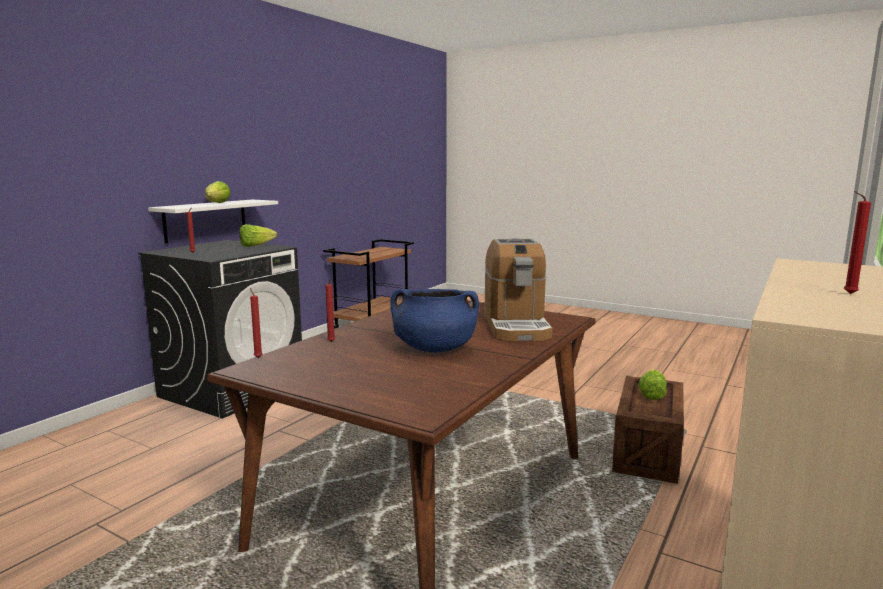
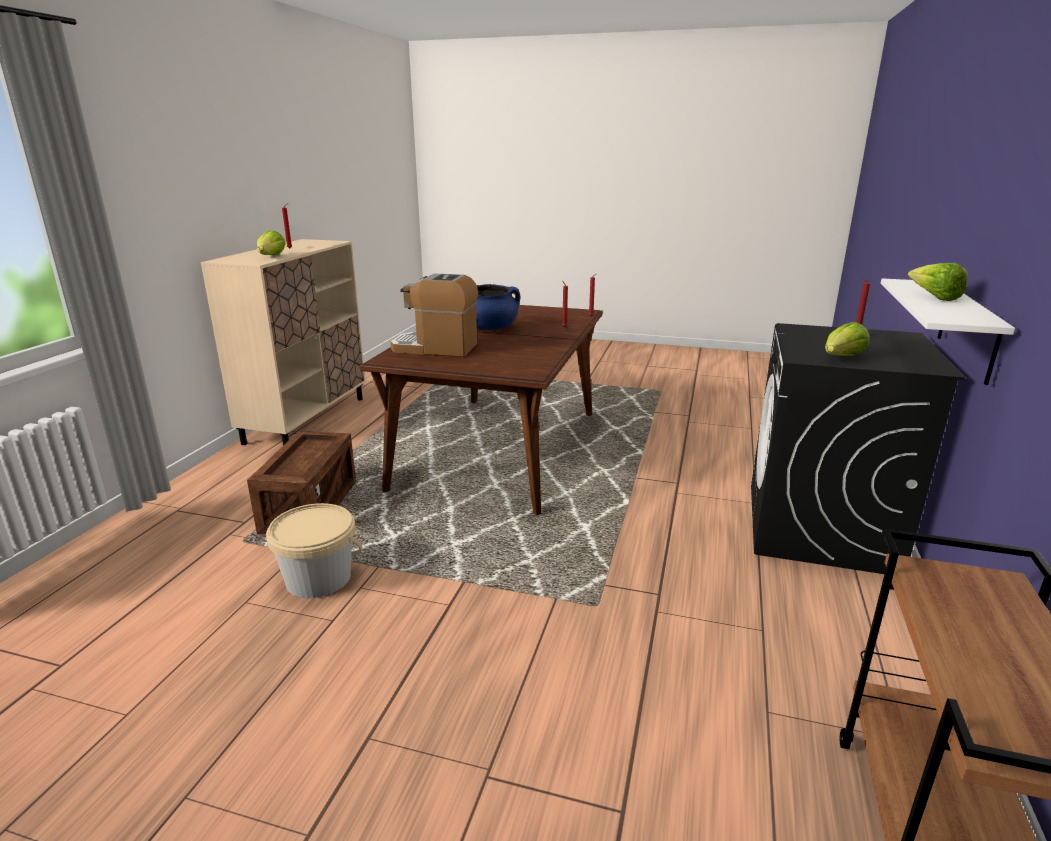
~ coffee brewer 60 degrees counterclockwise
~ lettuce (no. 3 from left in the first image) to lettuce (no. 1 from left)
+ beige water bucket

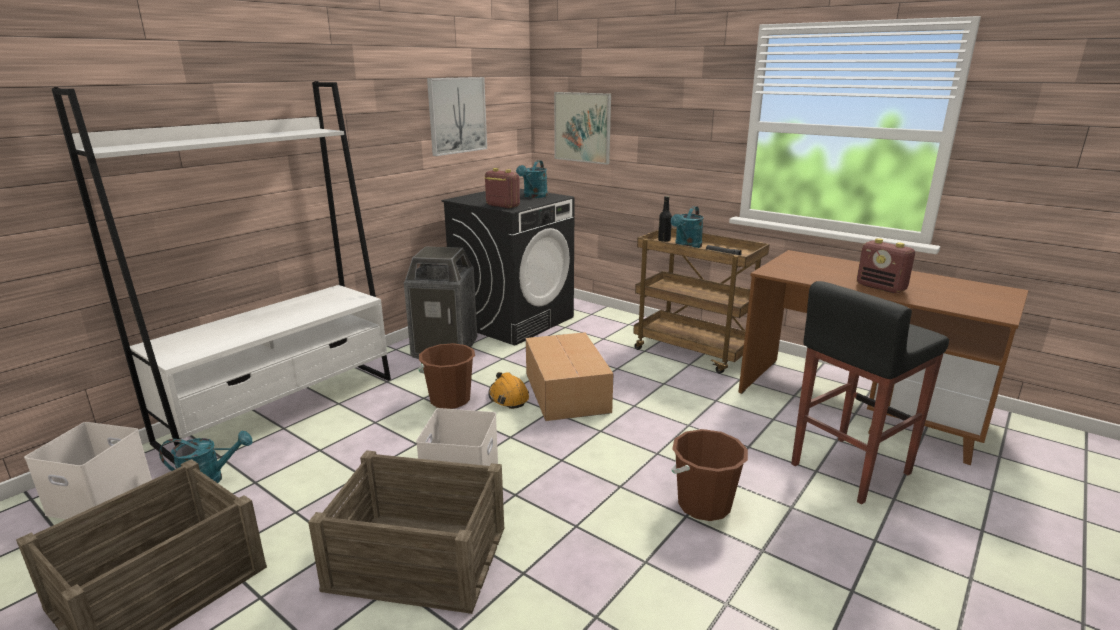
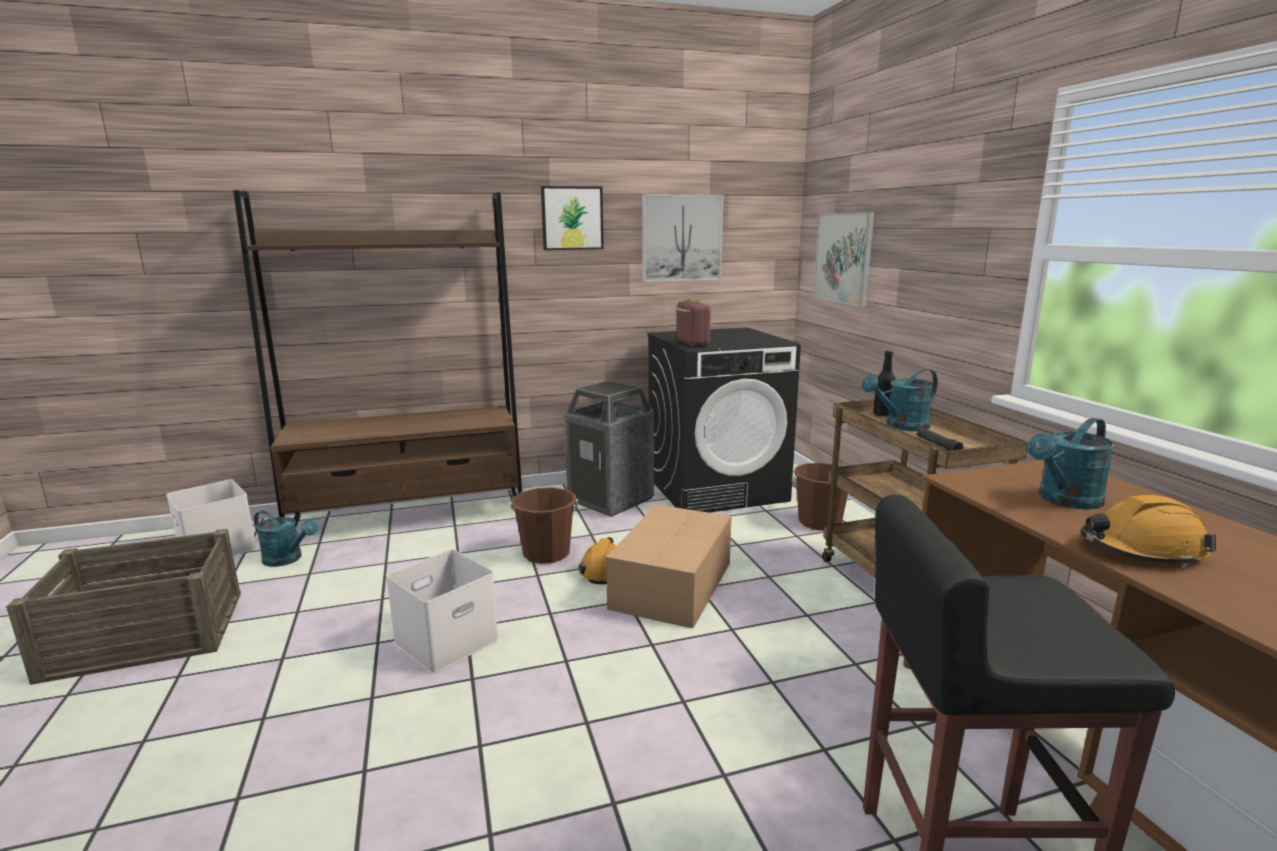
~ white-coloured bookcase to brownish bookcase
~ turquoise watering can (no. 2 from left in the first image) to turquoise watering can (no. 3 from left)
~ radio (no. 2 from left) to orangey work helmet (no. 2 from left)
~ brownish water bucket (no. 2 from left)
- packing crate (no. 2 from left)
+ picture (no. 1 from left)

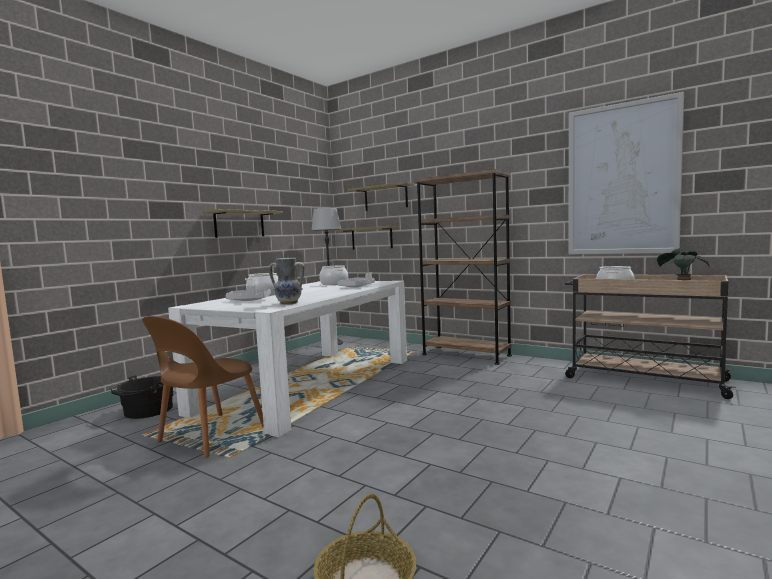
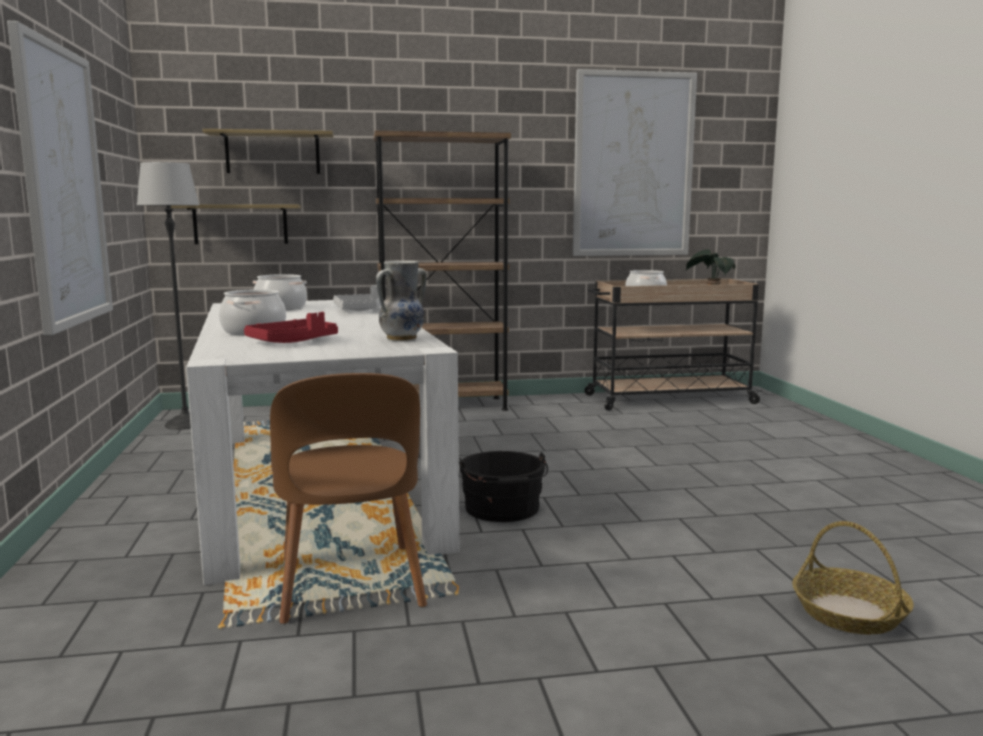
~ bracket shelf (no. 1 from left) to picture (no. 1 from left)
~ gray carrying tray (no. 1 from left) to red carrying tray
~ blackish water bucket

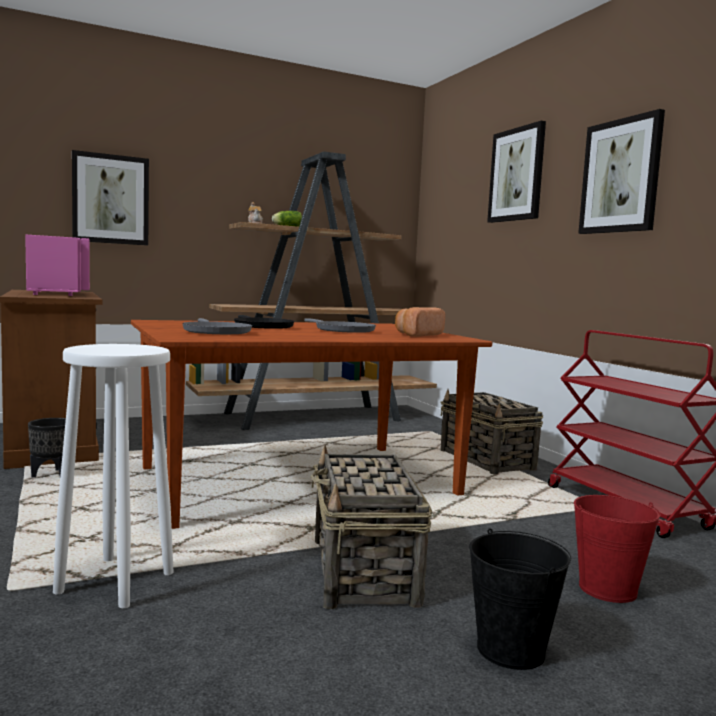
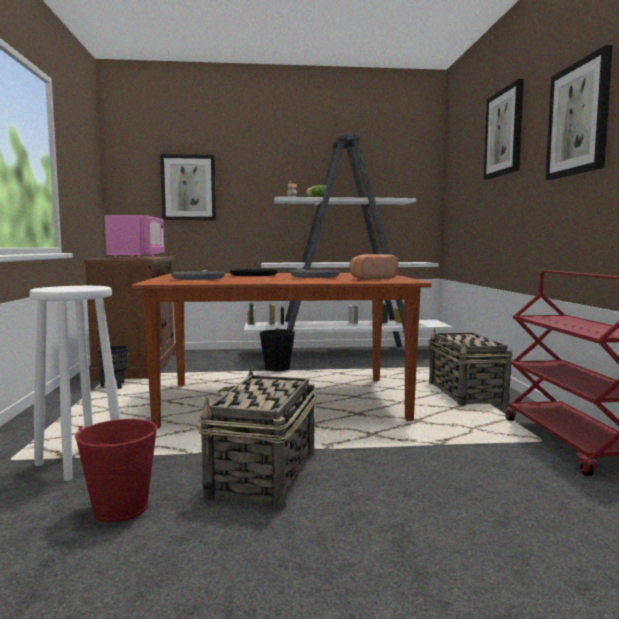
~ brownish bookcase to white-coloured bookcase
~ red water bucket
~ blackish water bucket

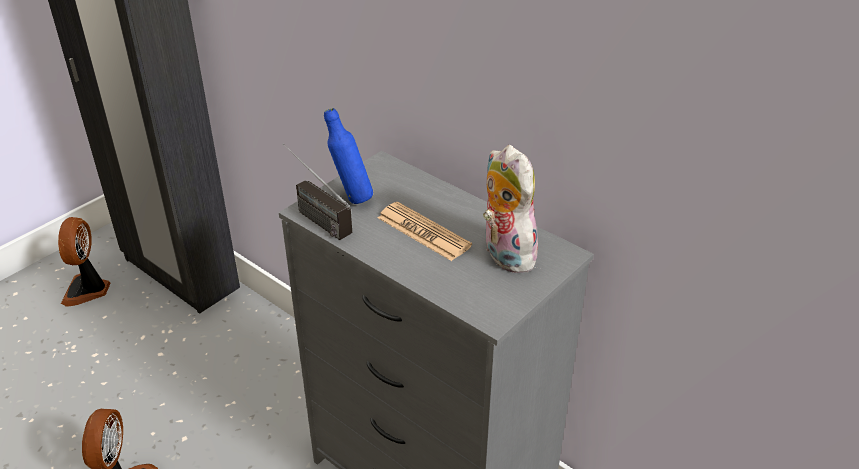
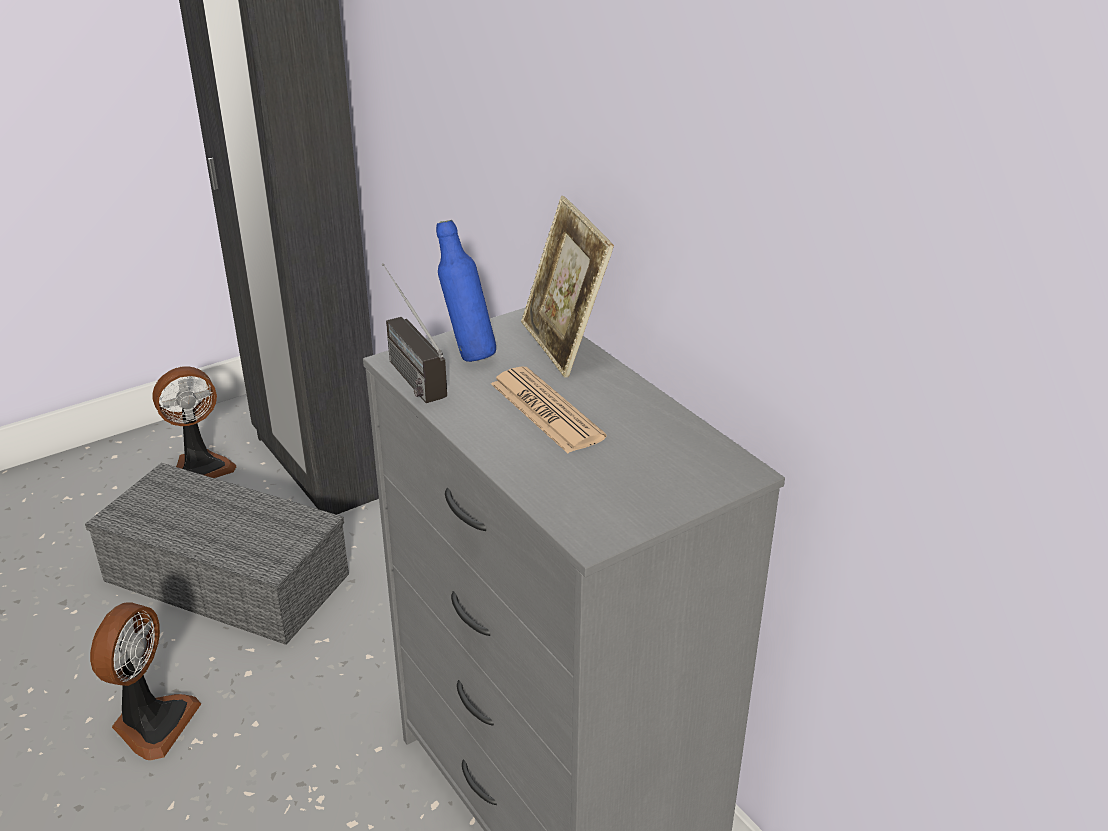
- plush toy
~ cooling fan (no. 1 from left in the first image) 135 degrees counterclockwise
+ standing frame
+ gray storage box

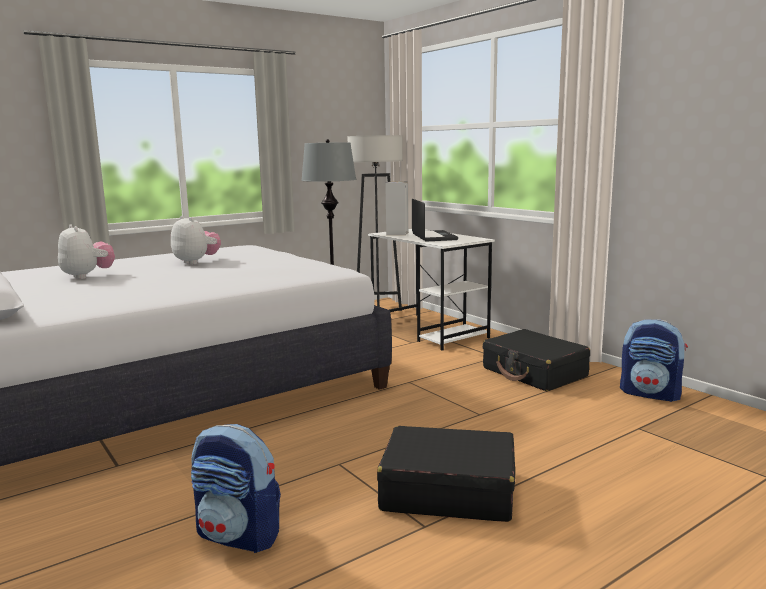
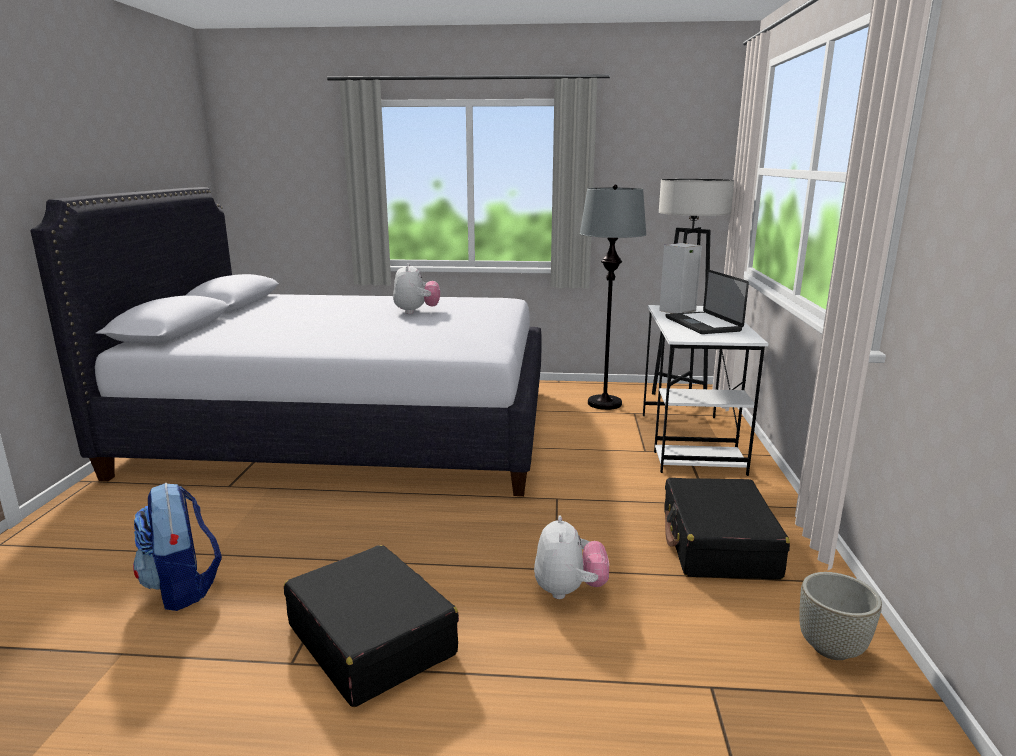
~ portable computer 135 degrees clockwise
~ plush toy (no. 1 from left in the first image) to plush toy (no. 2 from left)
~ knapsack (no. 2 from left) to gray planter

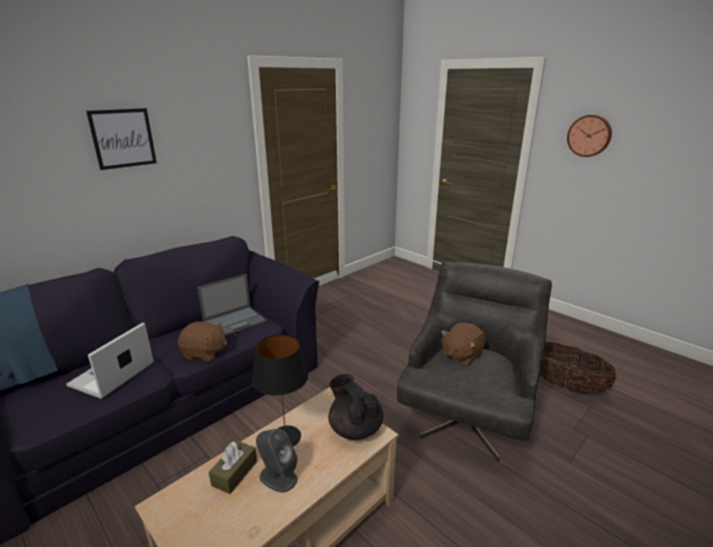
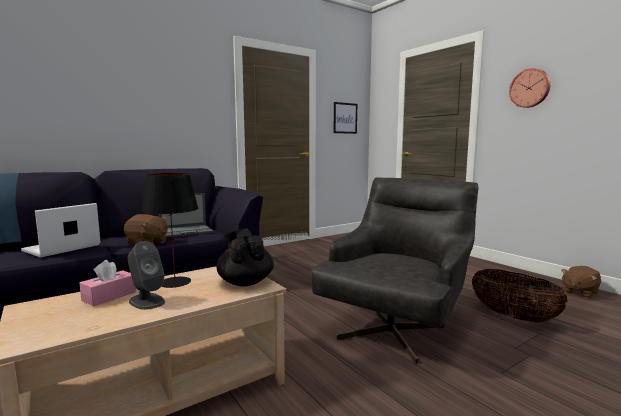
~ picture
~ brownish plush toy (no. 2 from left)
~ brownish tissue holder to pink tissue holder

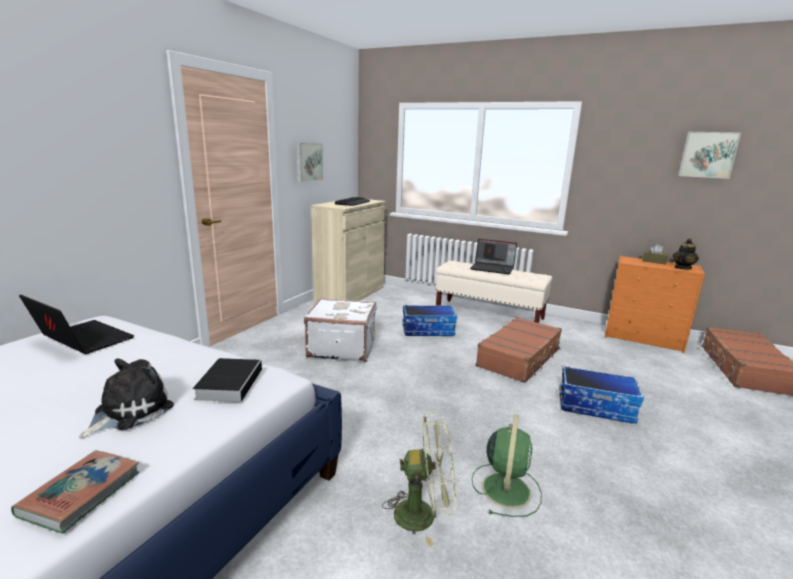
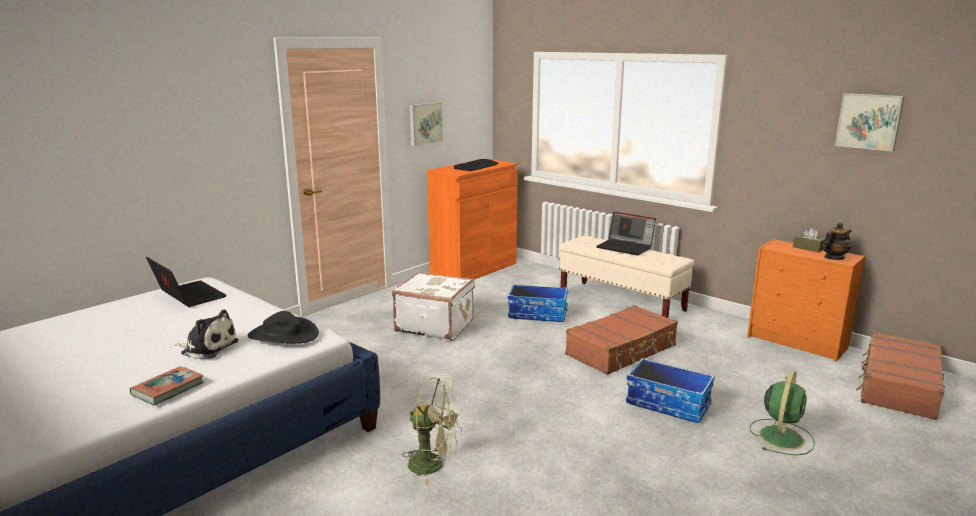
~ beige cabinet to orangey cabinet
~ bound book (no. 2 from left) to blackish wearable hat
~ plush toy 60 degrees clockwise
~ green-coloured cooling fan (no. 2 from left)

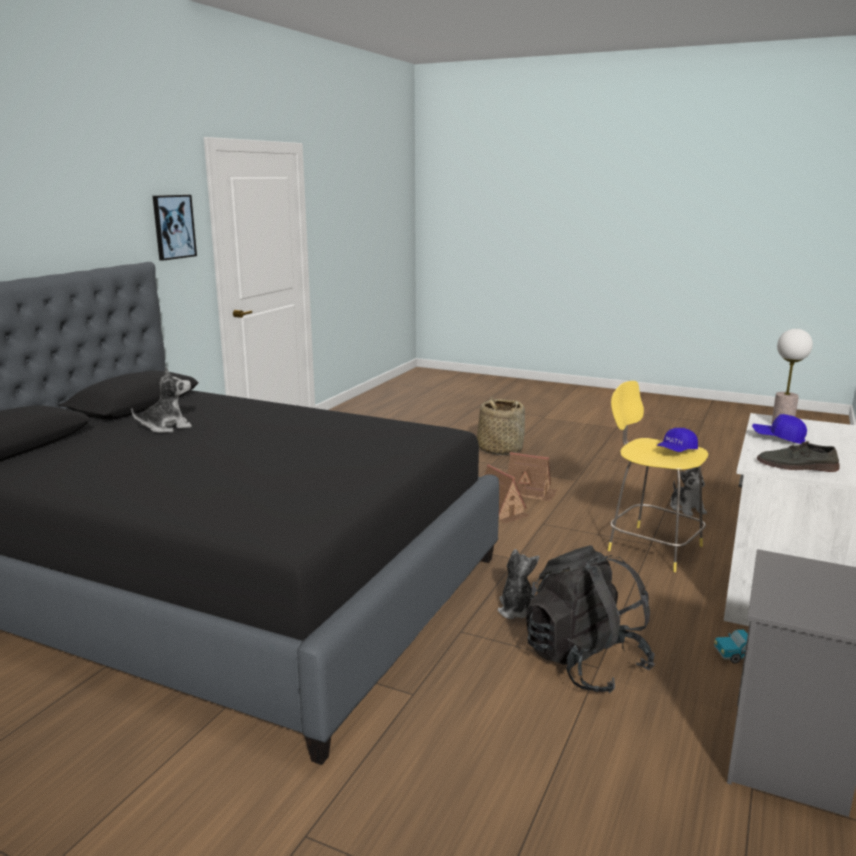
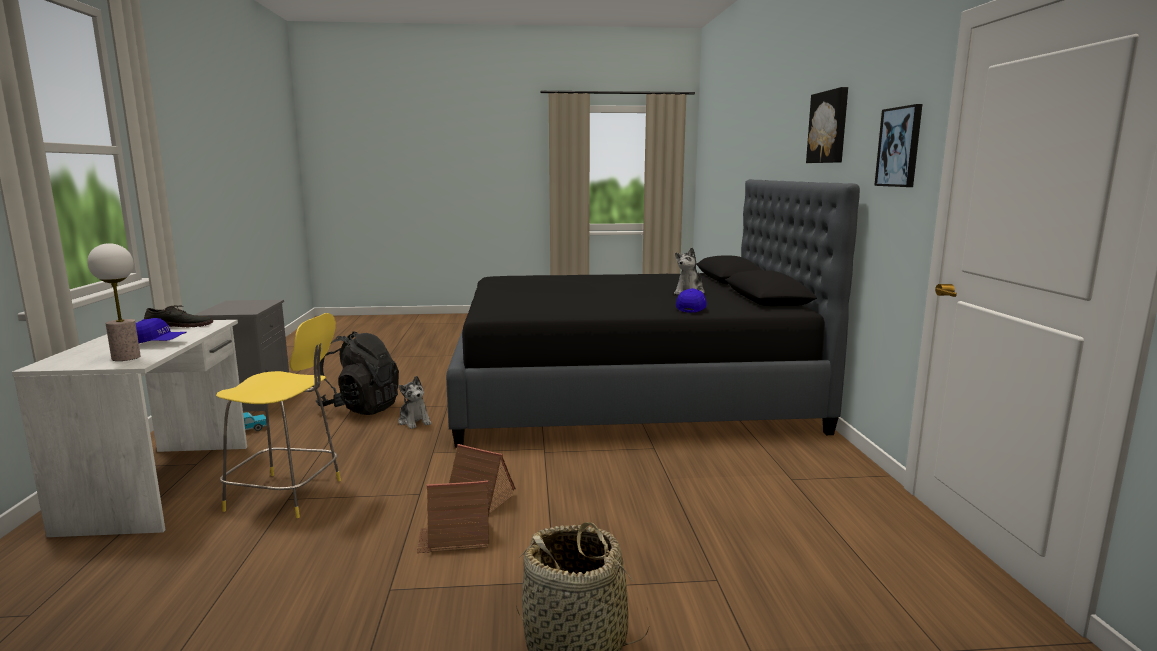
~ bluish cap (no. 1 from left in the first image) to bluish cap (no. 2 from left)
- plush toy (no. 3 from left)
+ picture (no. 1 from left)

